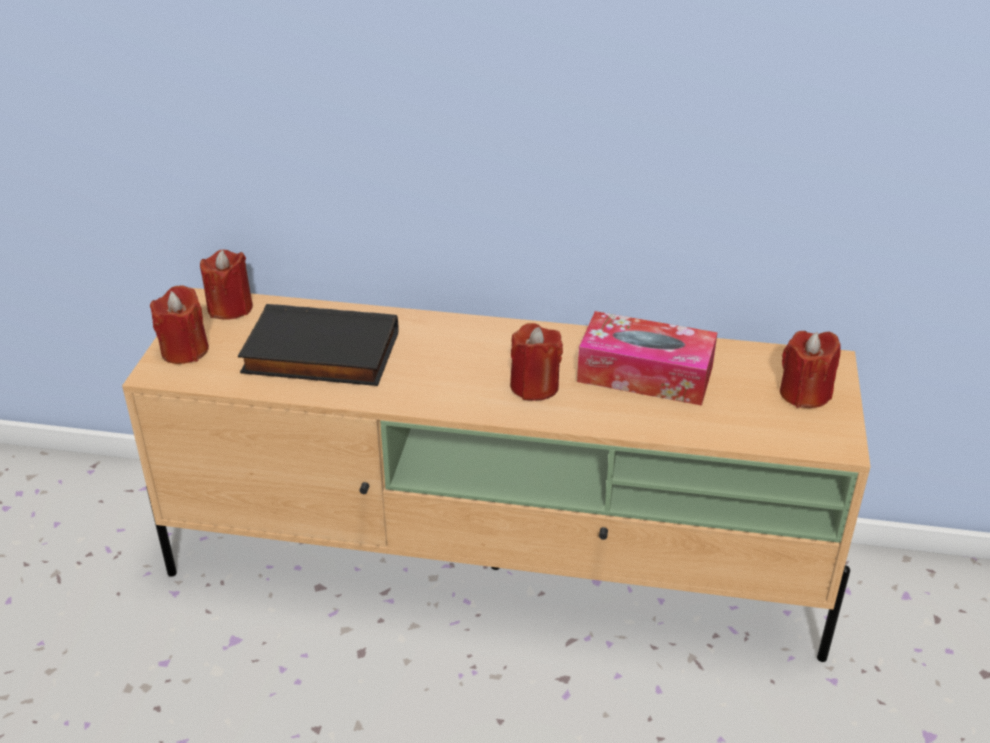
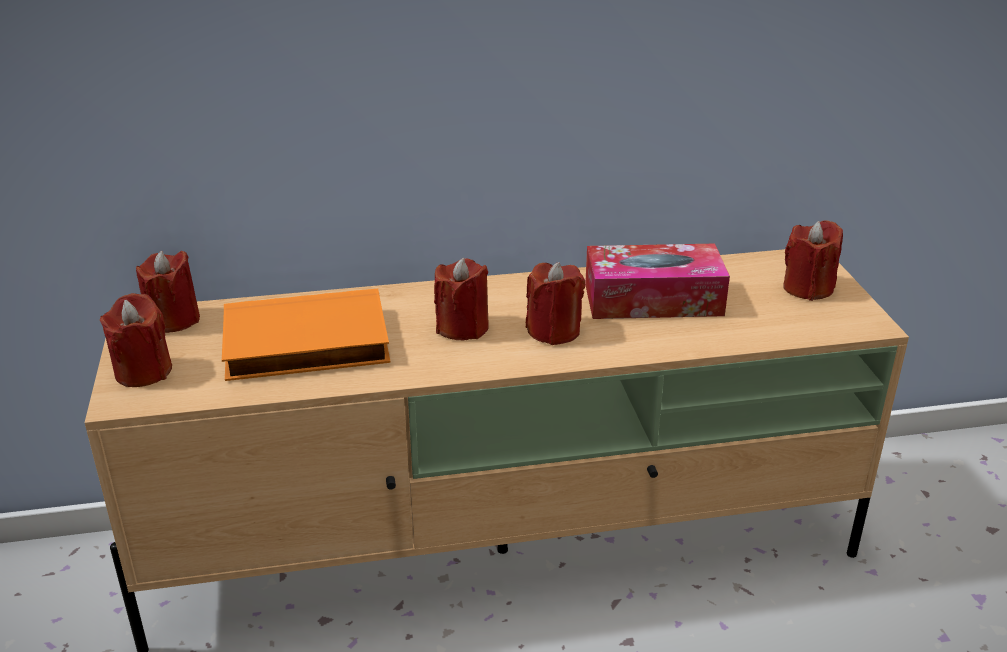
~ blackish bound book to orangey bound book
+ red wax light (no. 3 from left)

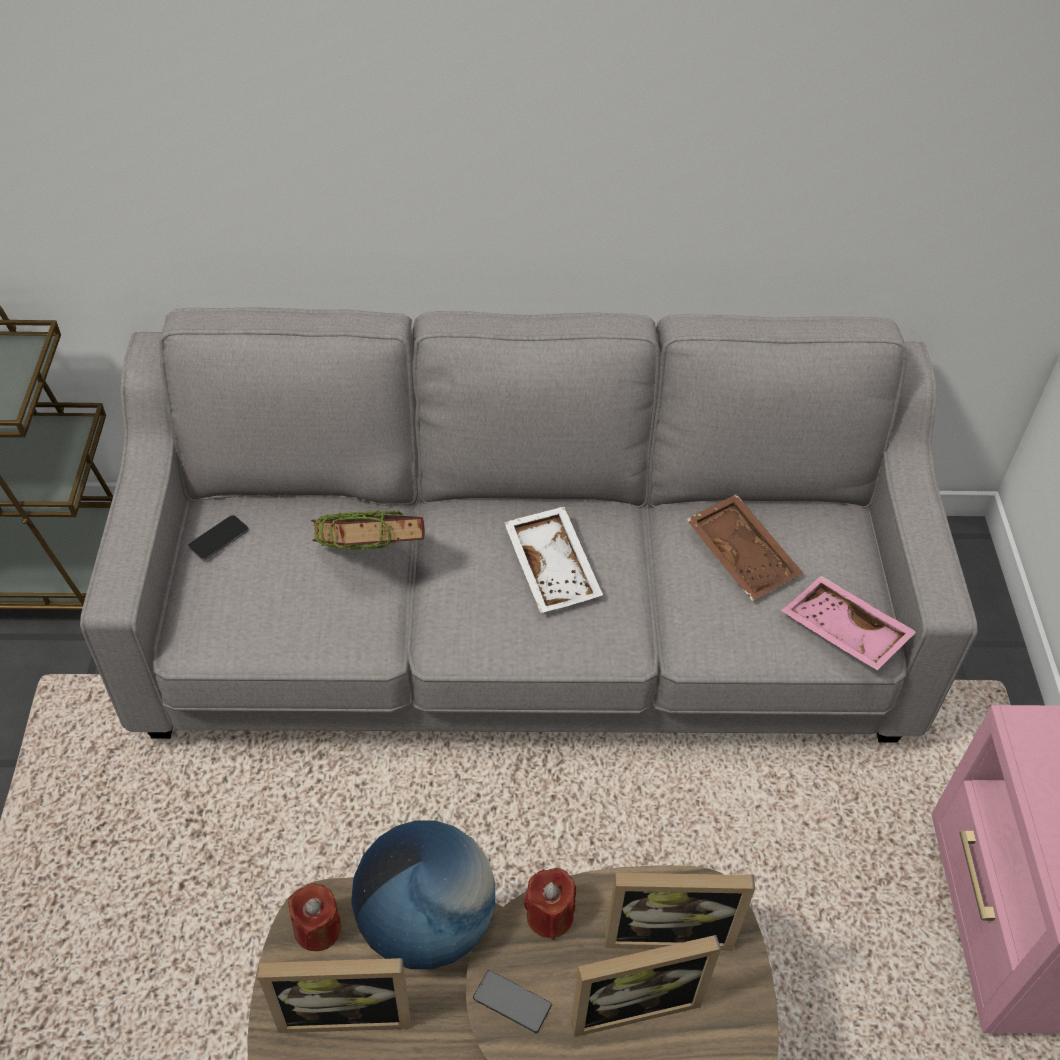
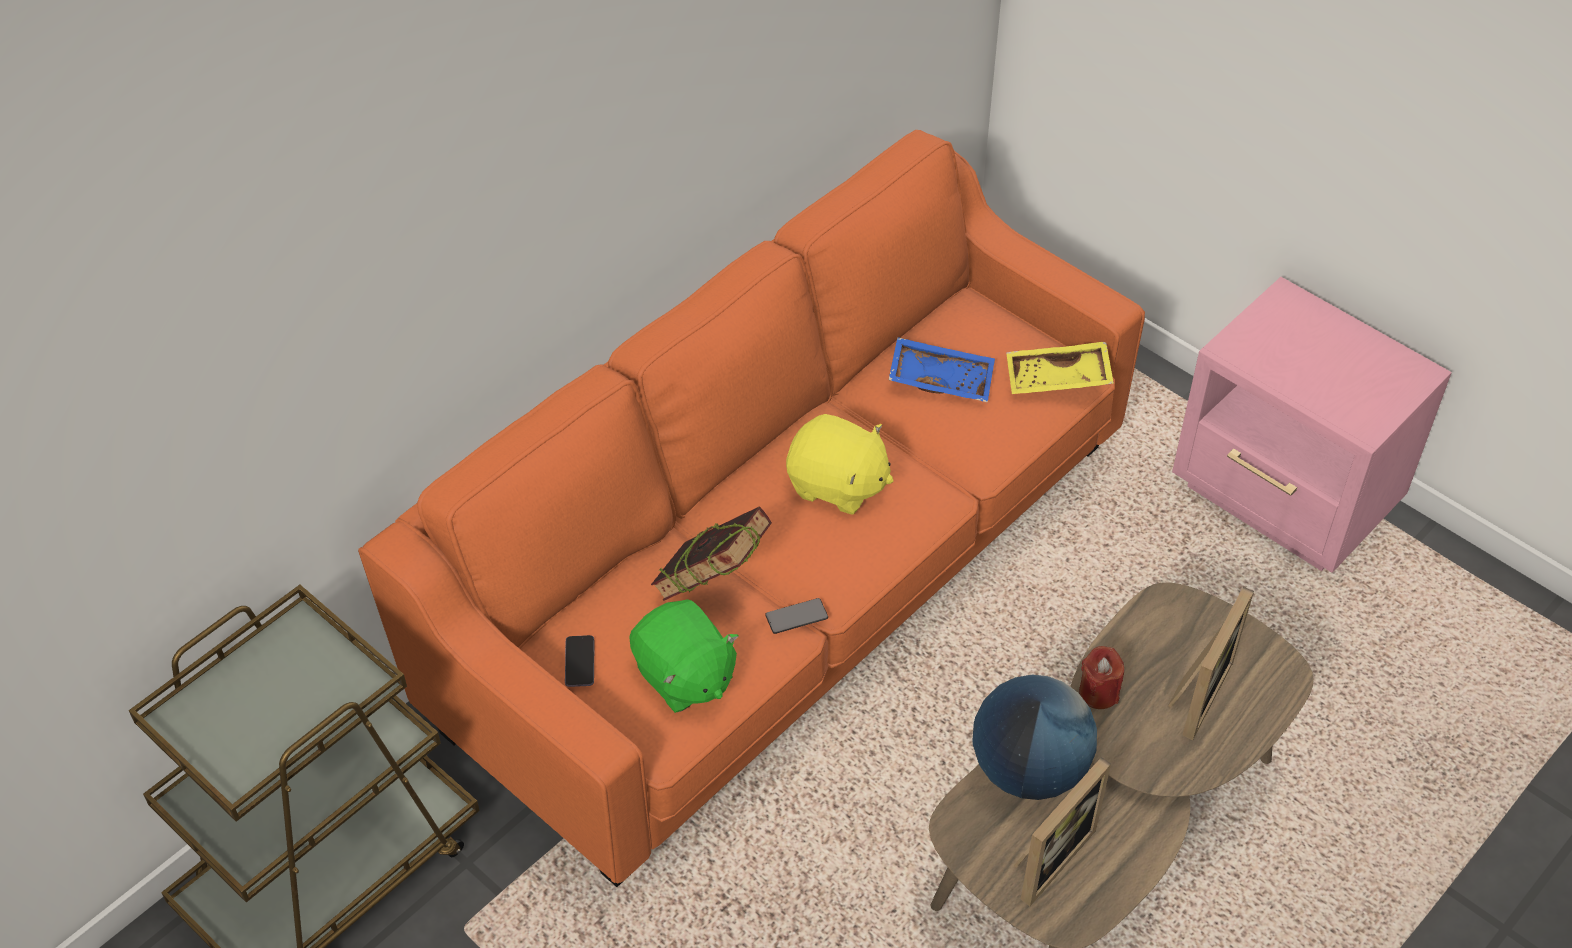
~ gray settee to orangey settee
~ brownish carrying tray to bluish carrying tray
~ white-coloured carrying tray to yellow-coloured plush toy
~ pink carrying tray to yellow-coloured carrying tray
- standing frame (no. 3 from left)
- red wax light (no. 1 from left)
~ telephone (no. 2 from left)
+ green-coloured plush toy

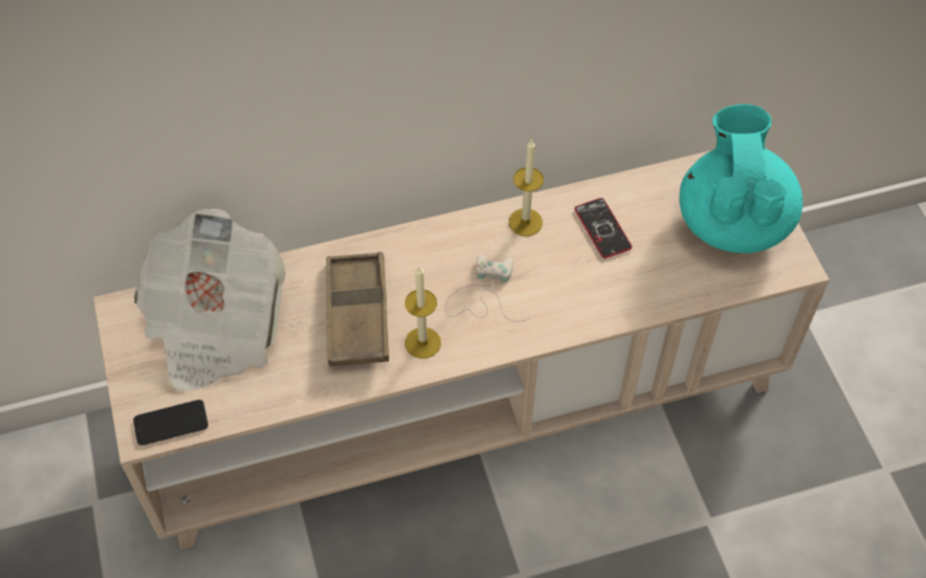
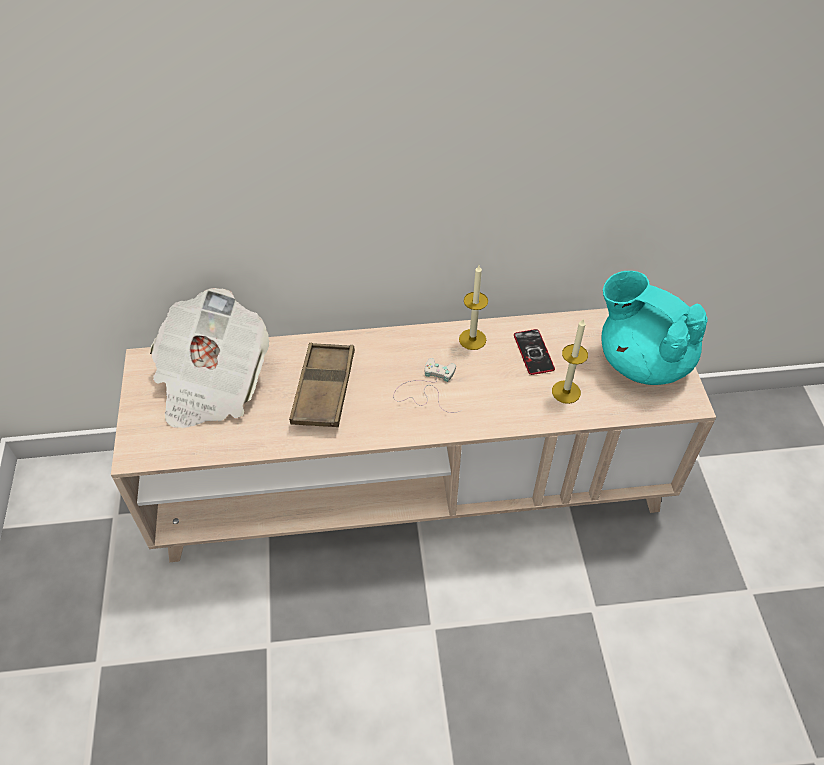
~ turquoise teapot 60 degrees counterclockwise
~ wax light (no. 1 from left in the first image) to wax light (no. 2 from left)
- telephone (no. 1 from left)

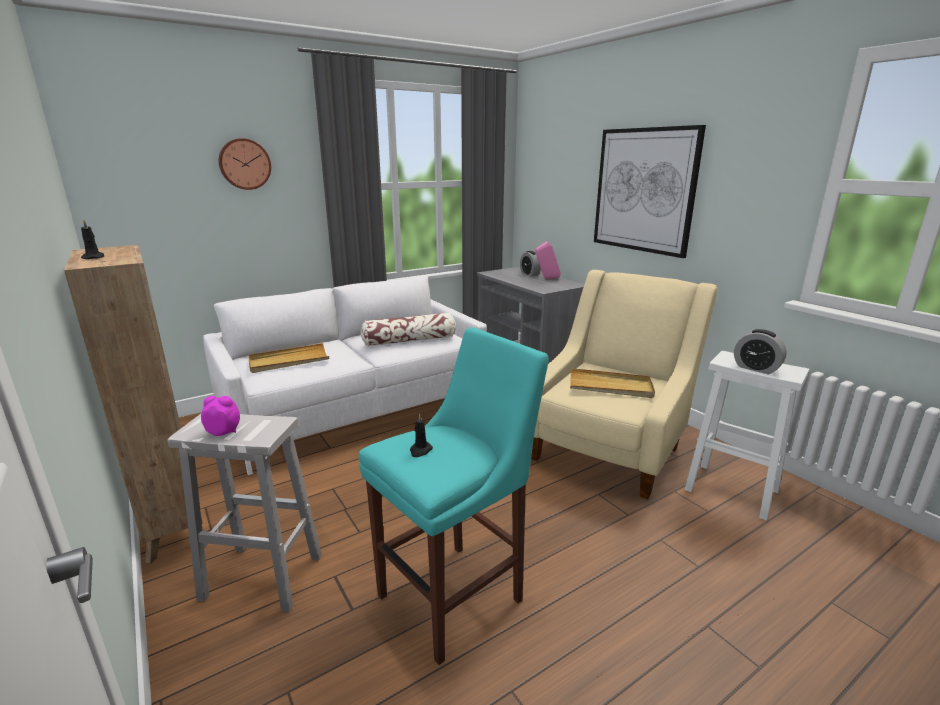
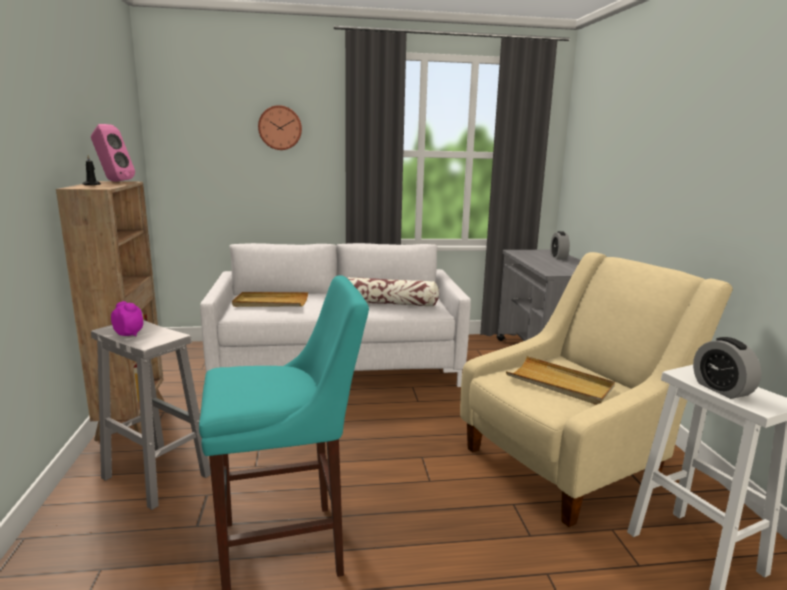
- picture
~ pink loudspeaker
- blackish wax light (no. 2 from left)

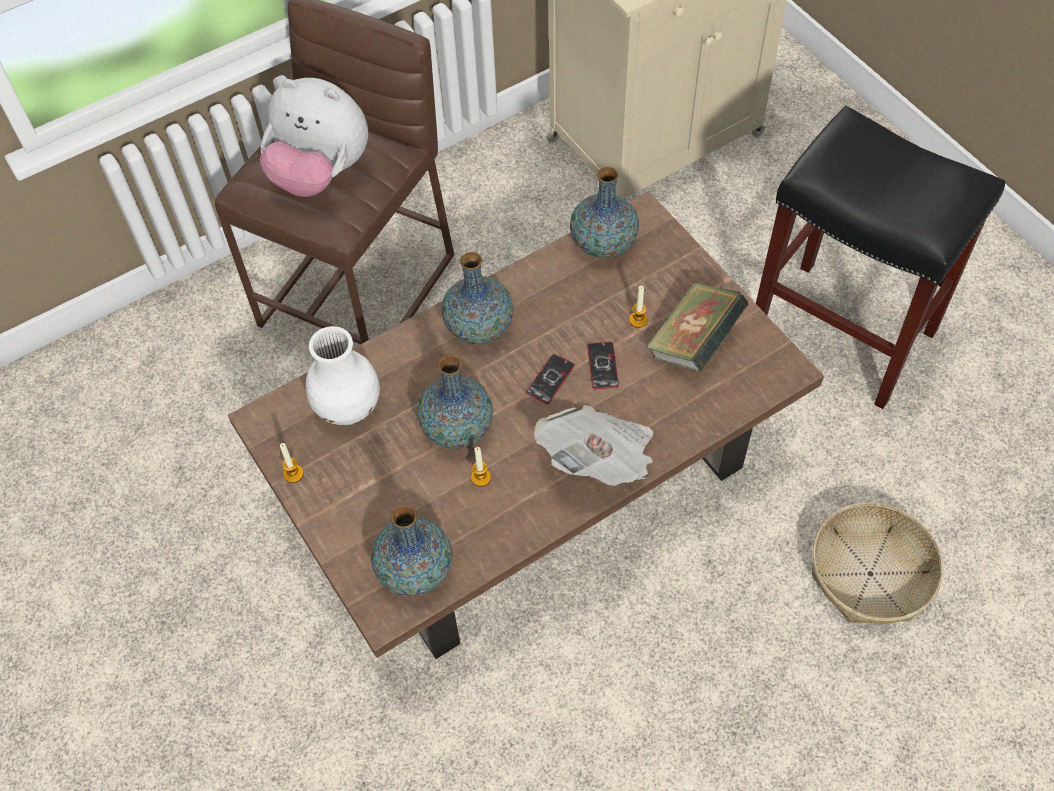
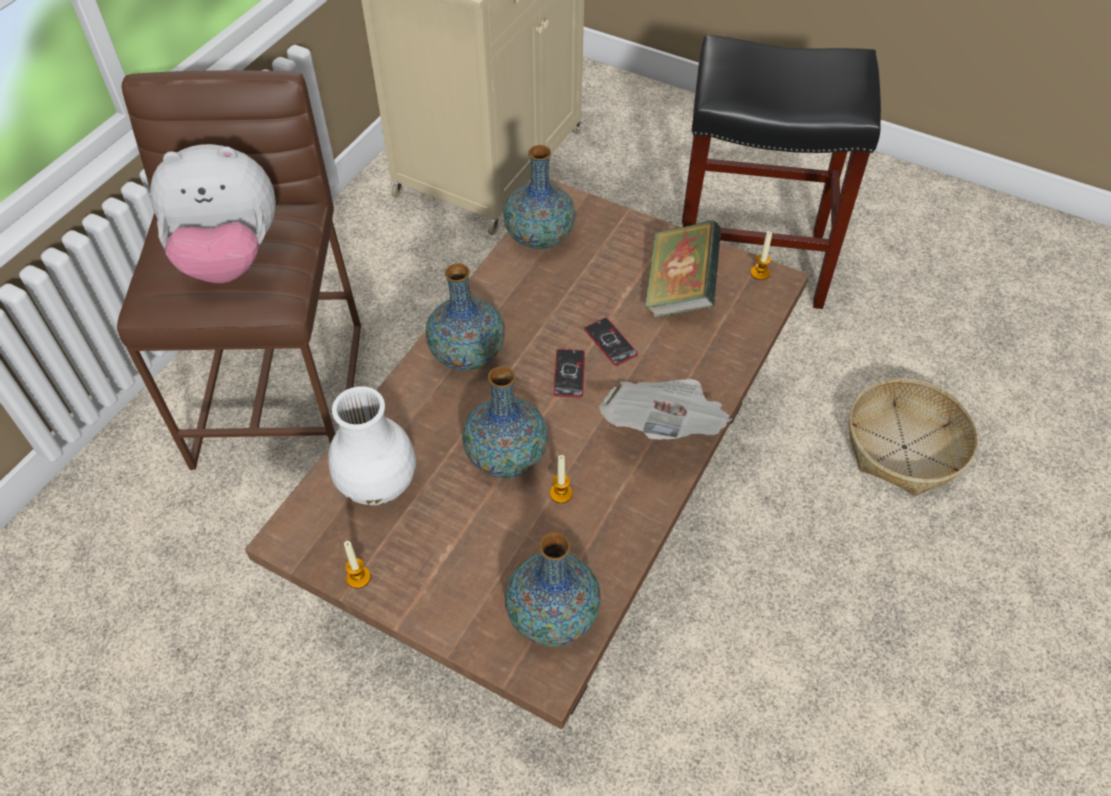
~ wax light (no. 3 from left)

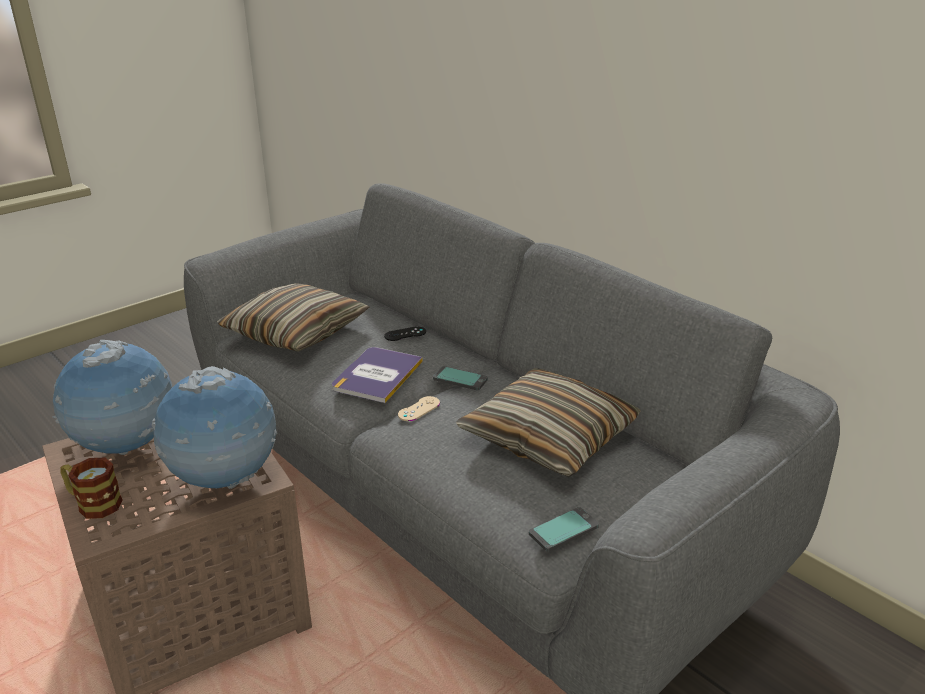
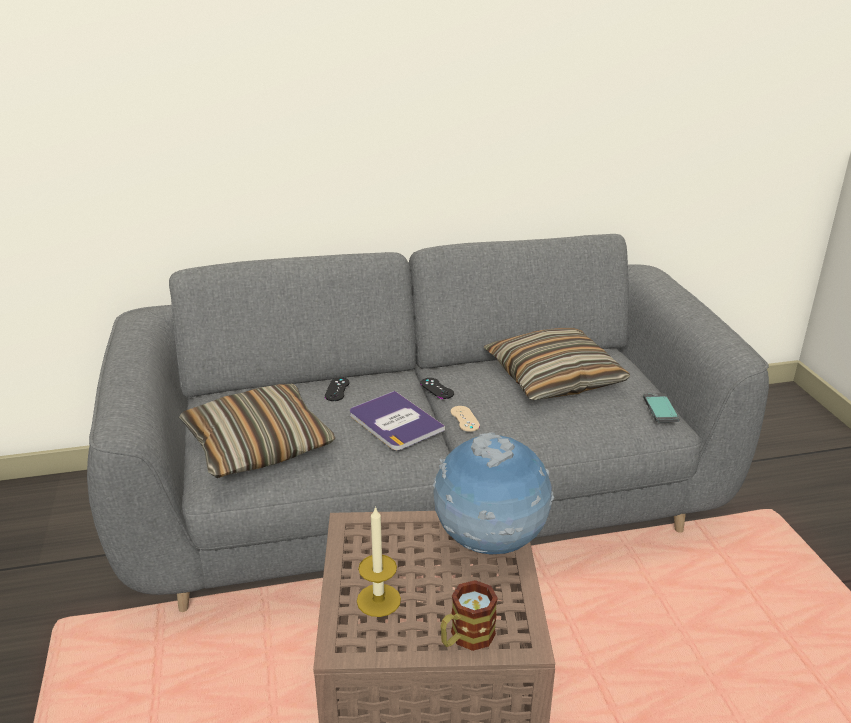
~ desk globe (no. 1 from left) to wax light
~ telephone (no. 1 from left) to blackish game controller (no. 2 from left)

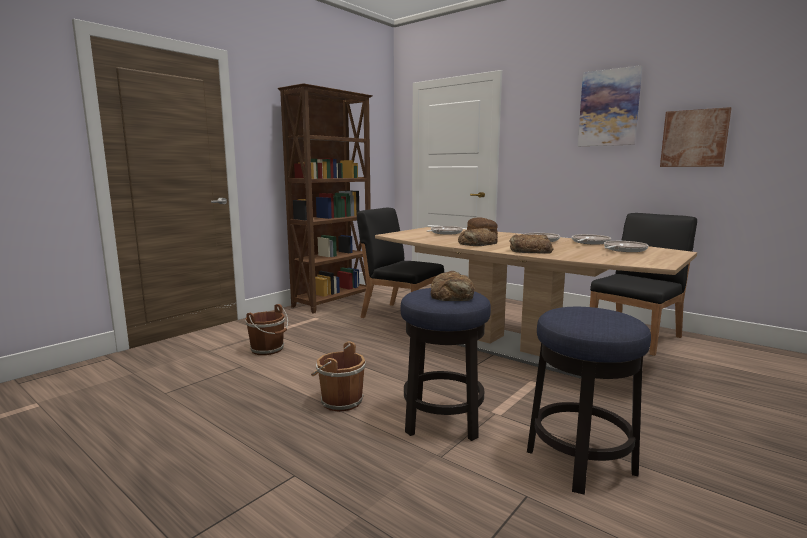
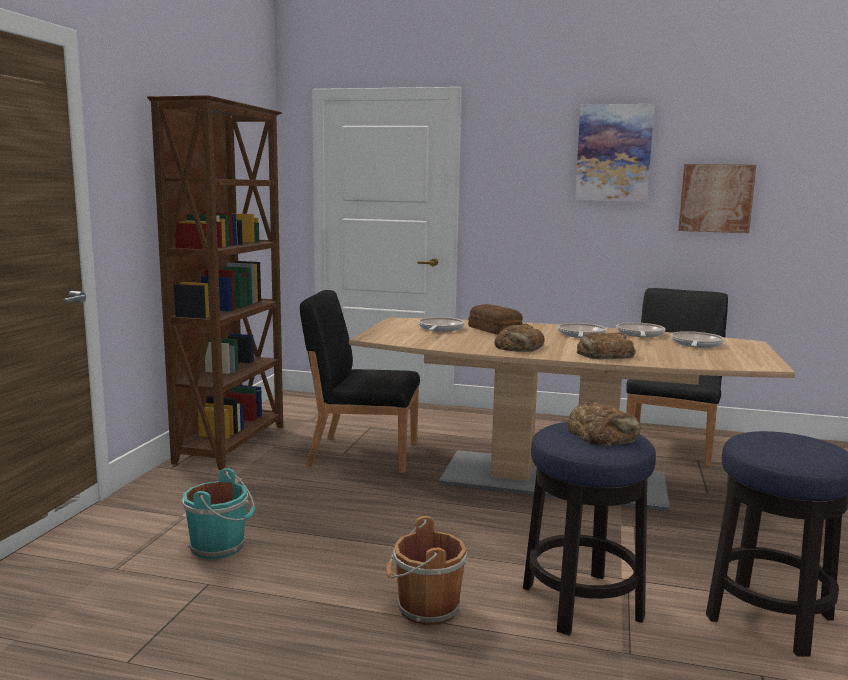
~ brownish water bucket (no. 1 from left) to turquoise water bucket

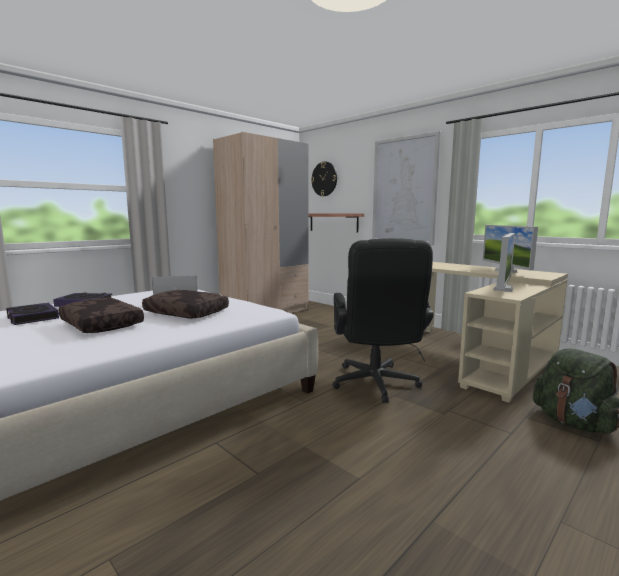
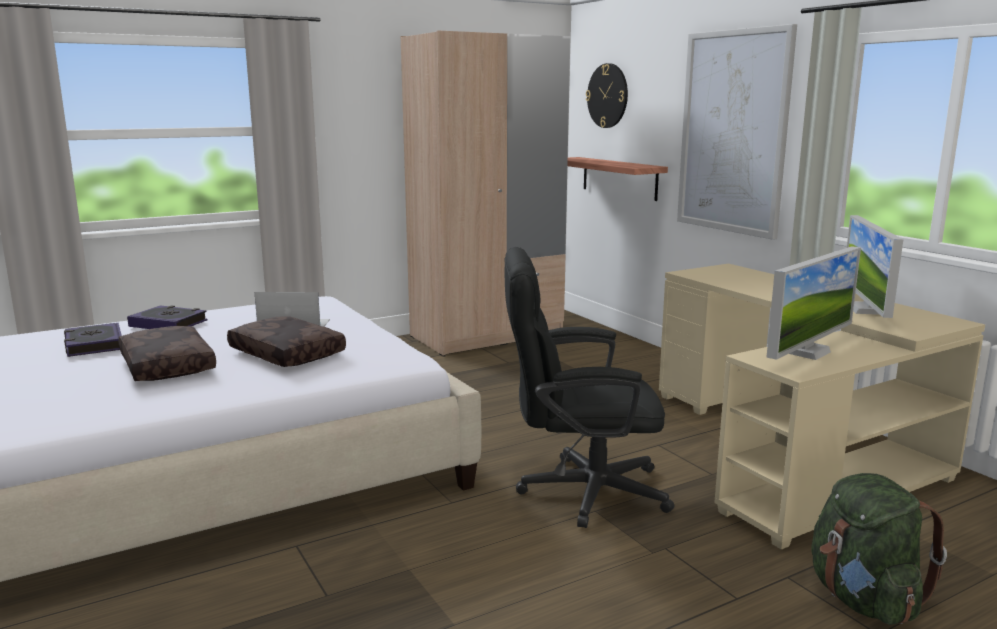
~ blackish office chair 75 degrees clockwise

